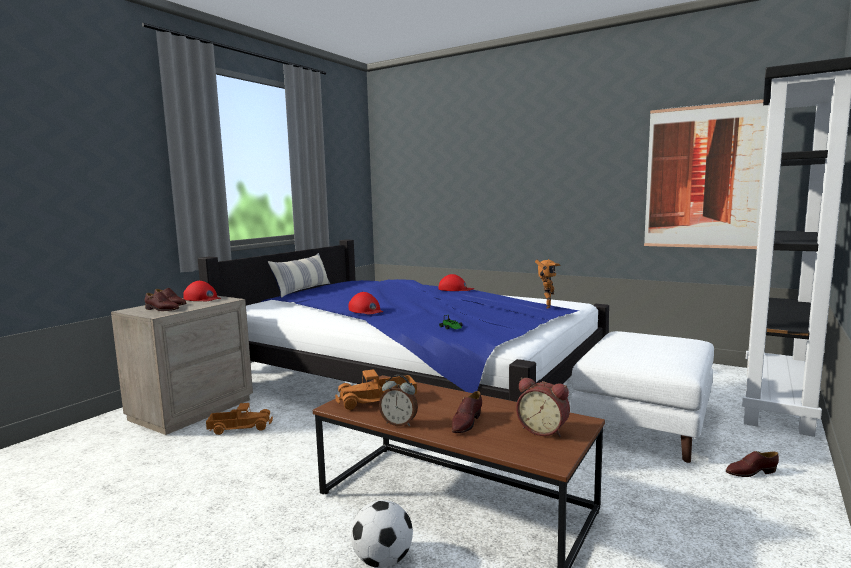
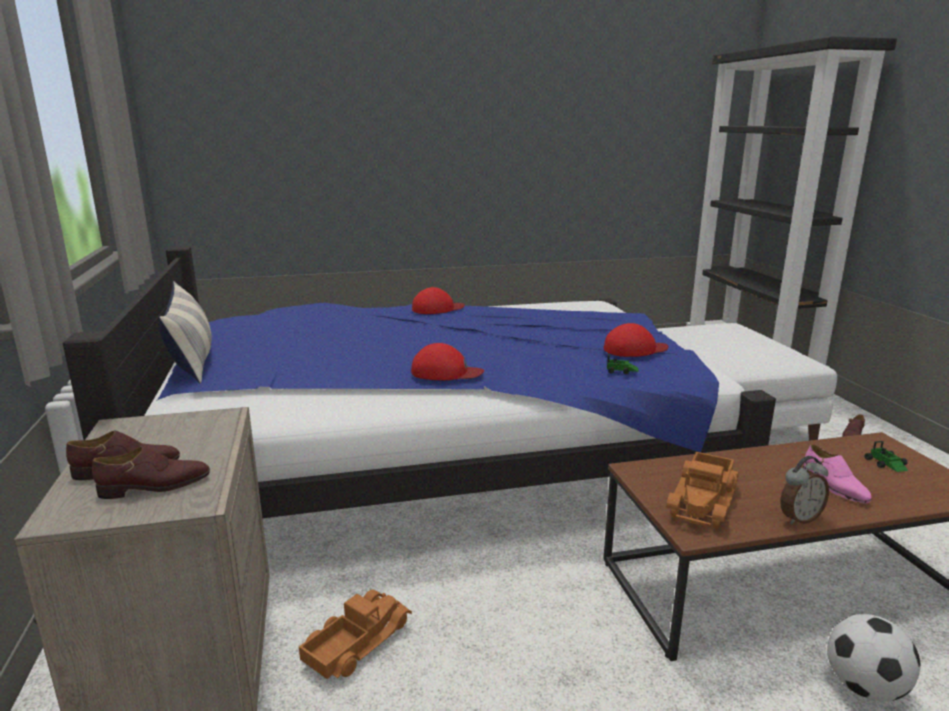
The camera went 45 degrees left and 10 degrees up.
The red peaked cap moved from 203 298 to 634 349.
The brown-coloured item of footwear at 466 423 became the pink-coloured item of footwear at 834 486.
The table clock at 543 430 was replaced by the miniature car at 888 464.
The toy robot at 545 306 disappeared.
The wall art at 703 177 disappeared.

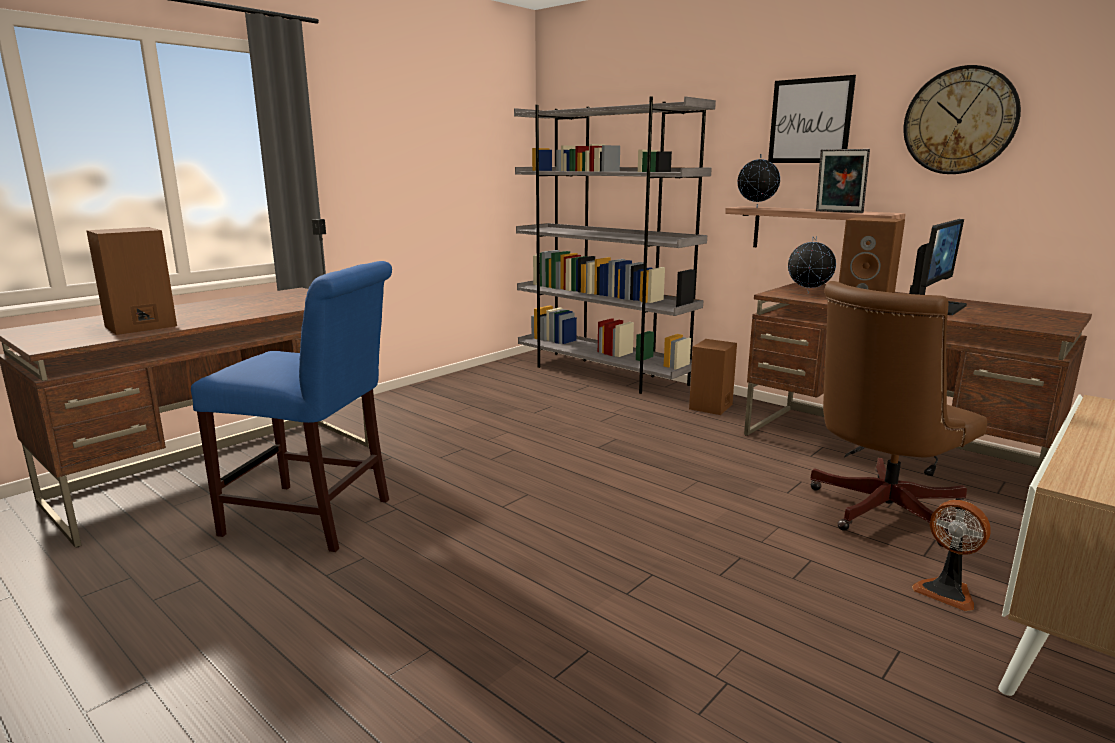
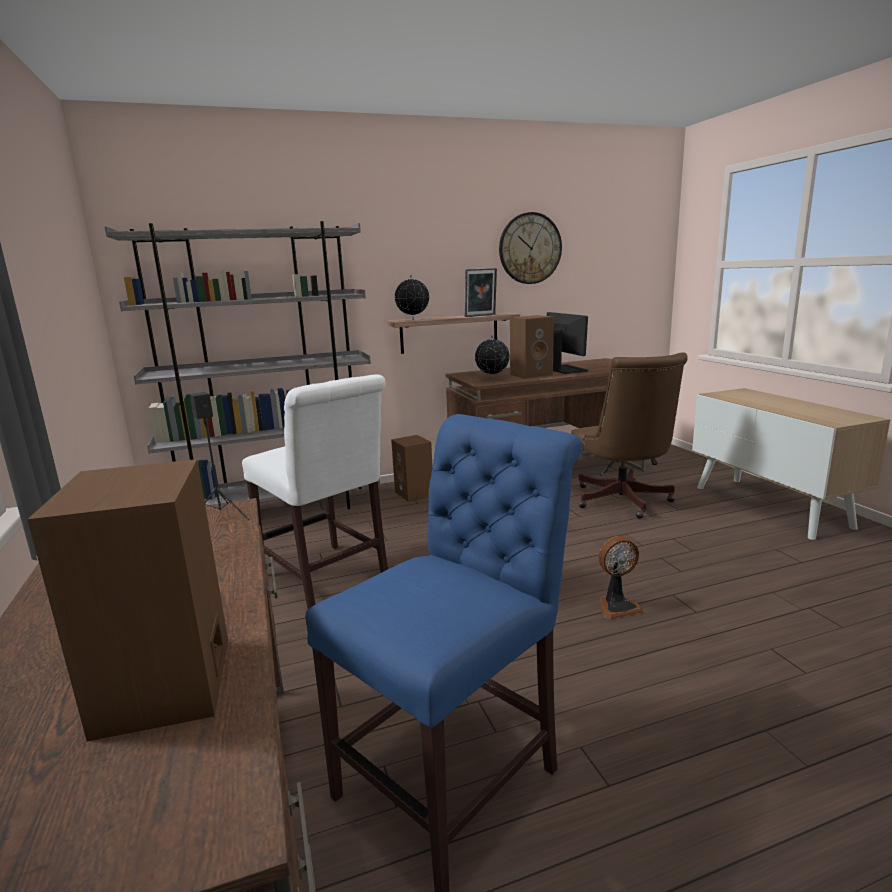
The camera went 60 degrees left and 0 degrees up.
The wall art at 810 121 disappeared.
The fan moved from 947 591 to 617 606.
The white upright chair at 327 580 appeared.

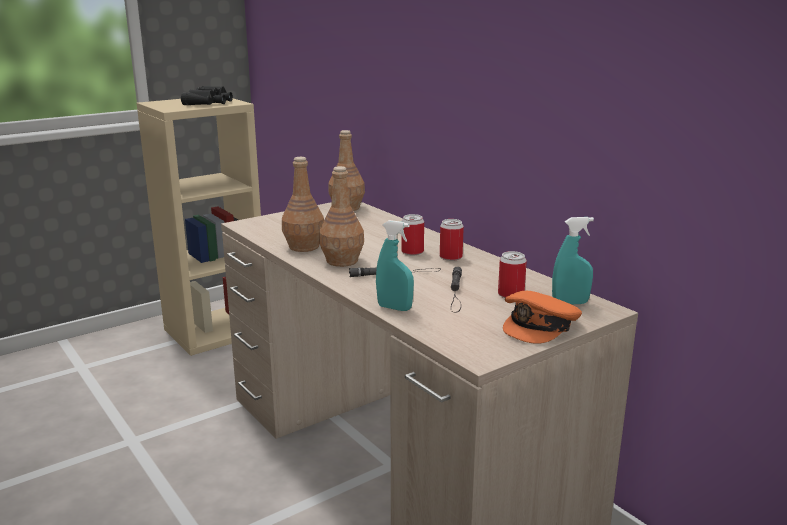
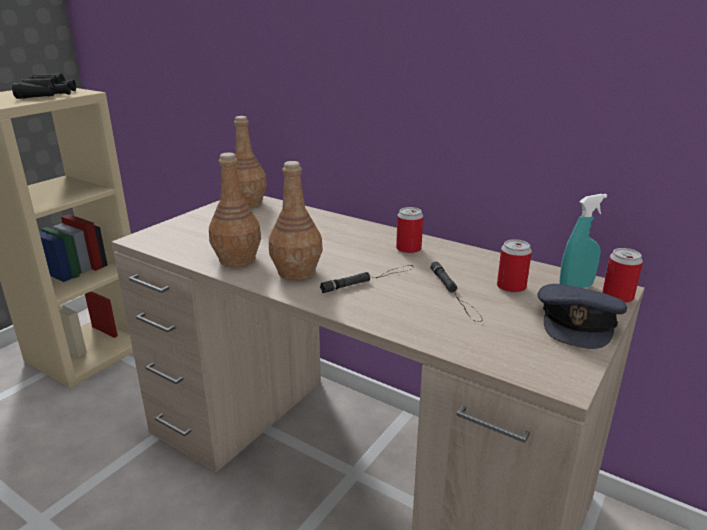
The camera went 20 degrees left and 5 degrees up.
The blue-green spray bottle at 394 308 disappeared.
The can moved from 412 252 to 617 297.
The orange peaked cap at 540 325 became the gray peaked cap at 578 322.

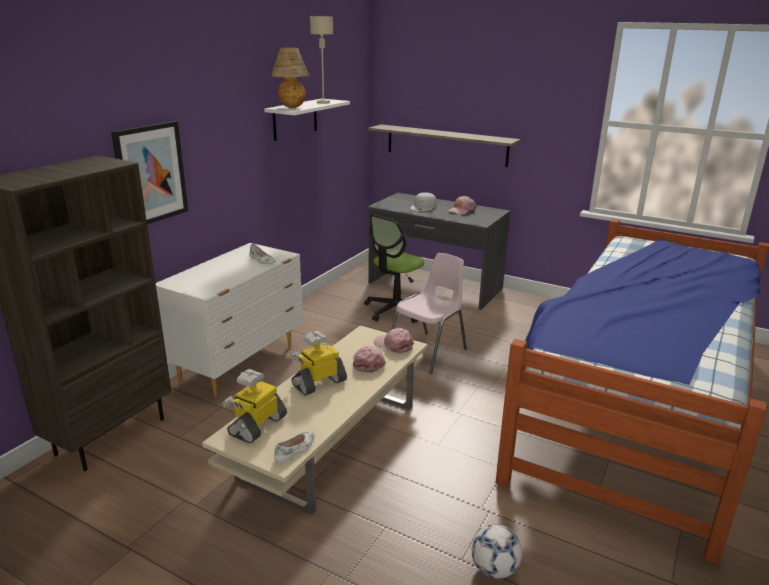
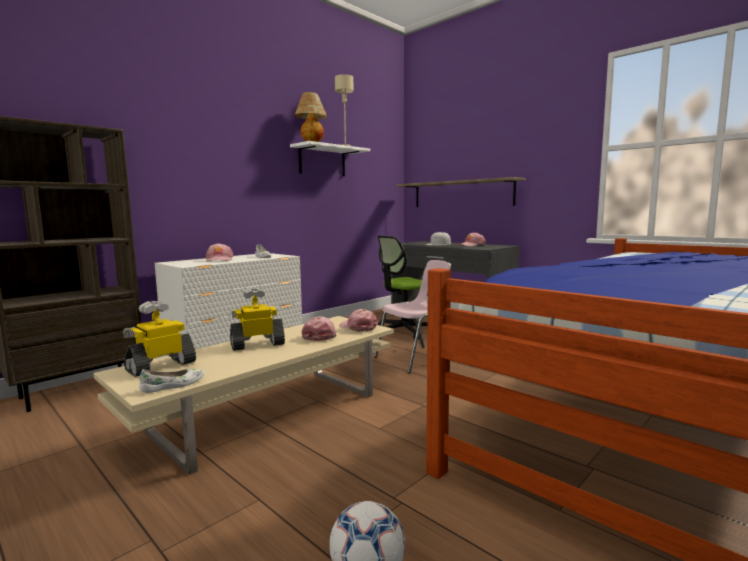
The camera went 15 degrees right and 15 degrees down.
The wall art at 151 174 disappeared.
The pink-coloured peaked cap at 219 260 appeared.

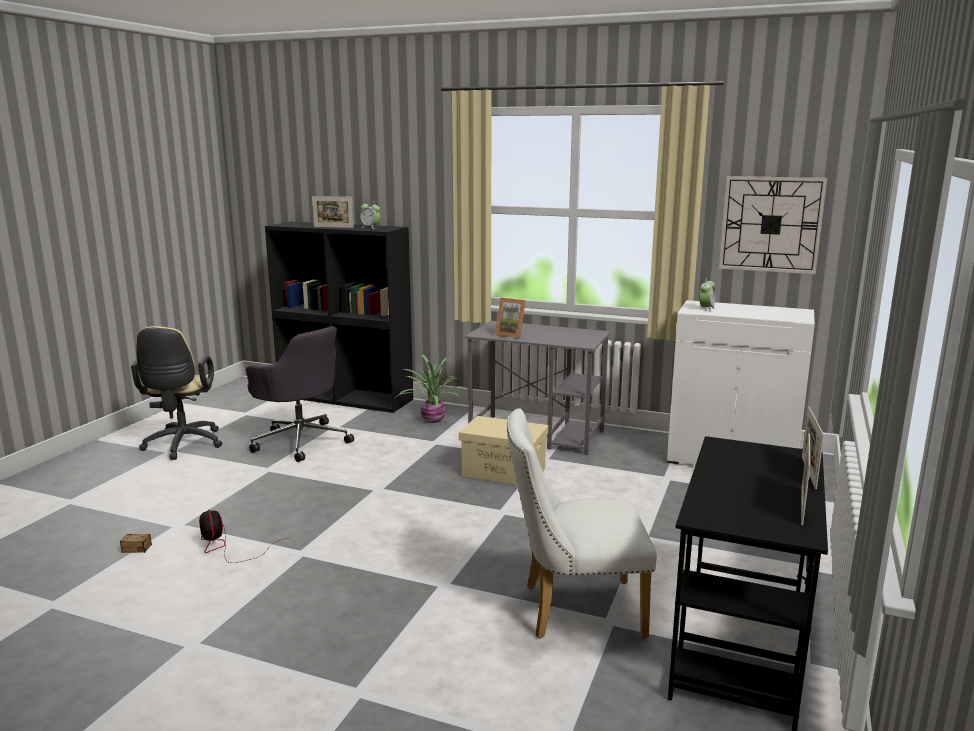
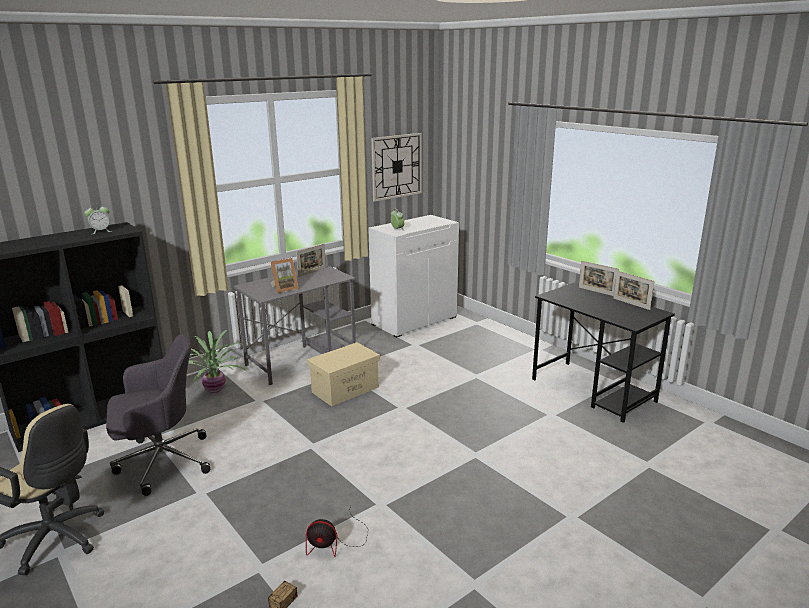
The camera went 60 degrees left and 5 degrees up.
The photo frame moved from 333 227 to 312 272.
The white upright chair at 573 610 disappeared.

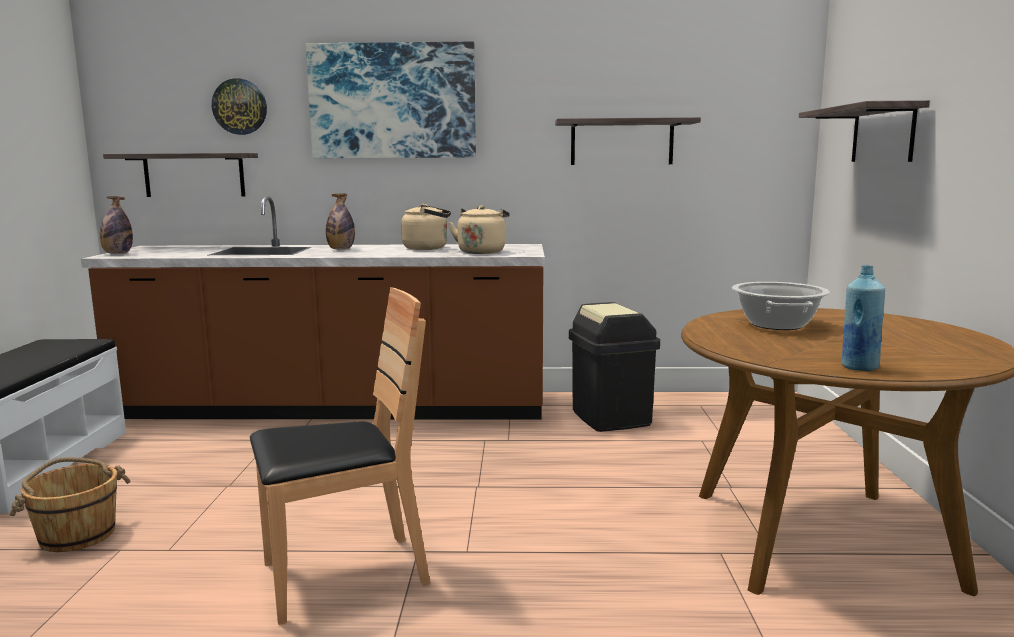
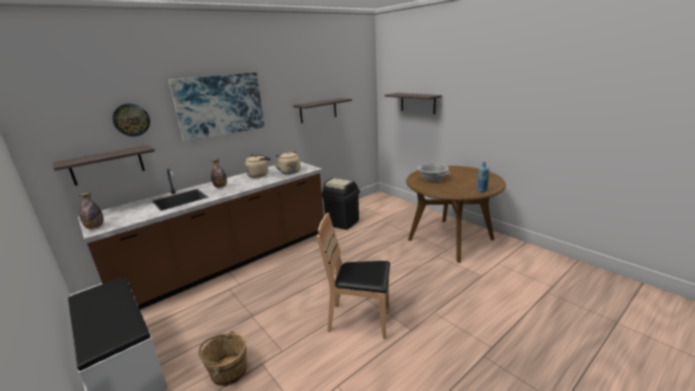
The camera went 40 degrees left and 10 degrees up.
The brown-coloured upright chair at 343 576 turned 105 degrees counterclockwise.

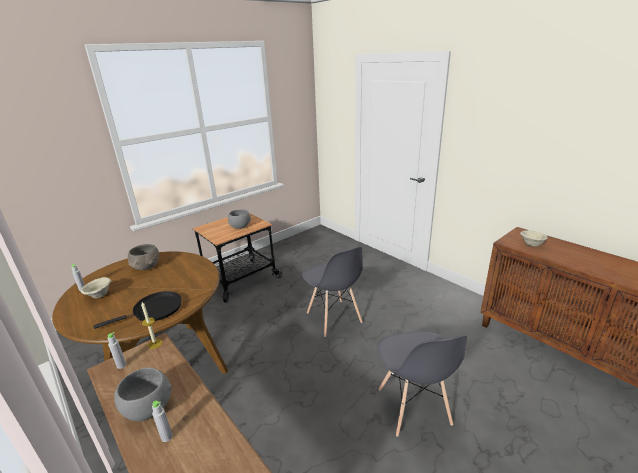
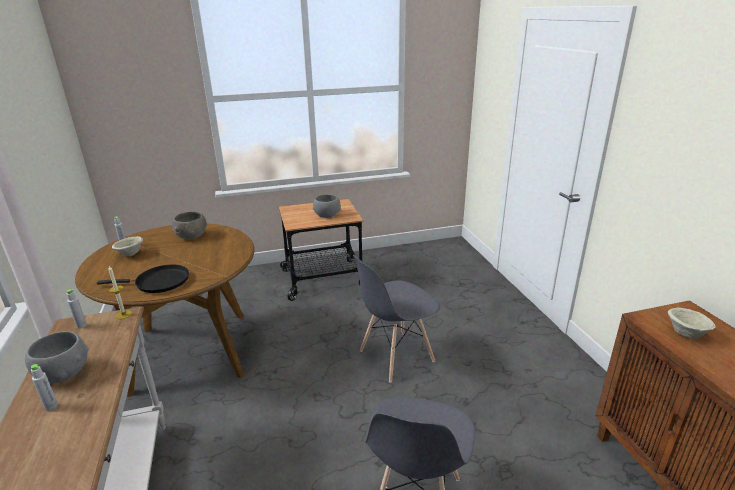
The camera went 25 degrees right and 0 degrees up.
The gray upright chair at 334 318 turned 60 degrees clockwise.

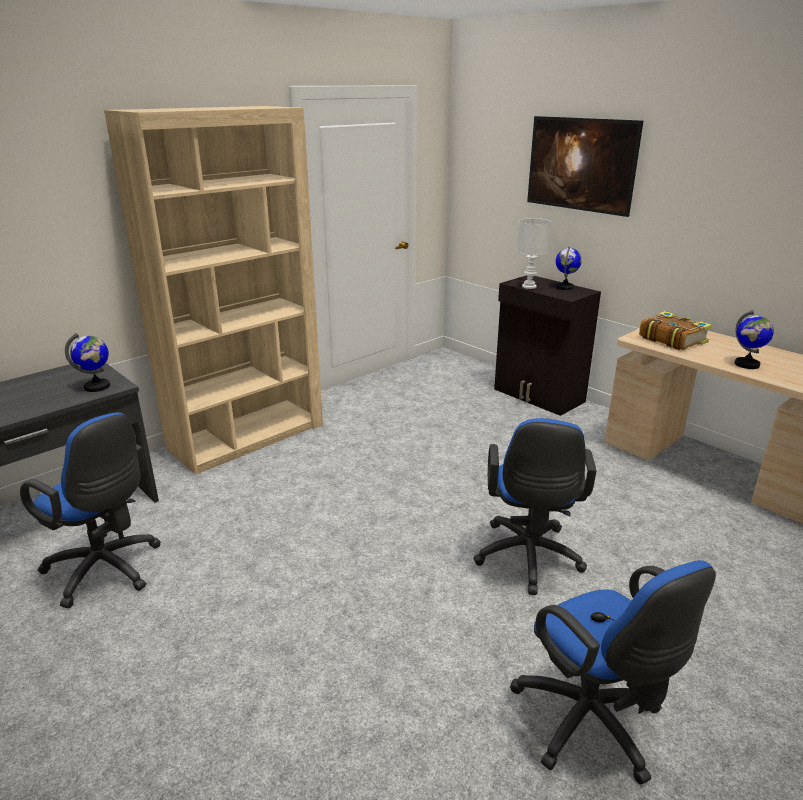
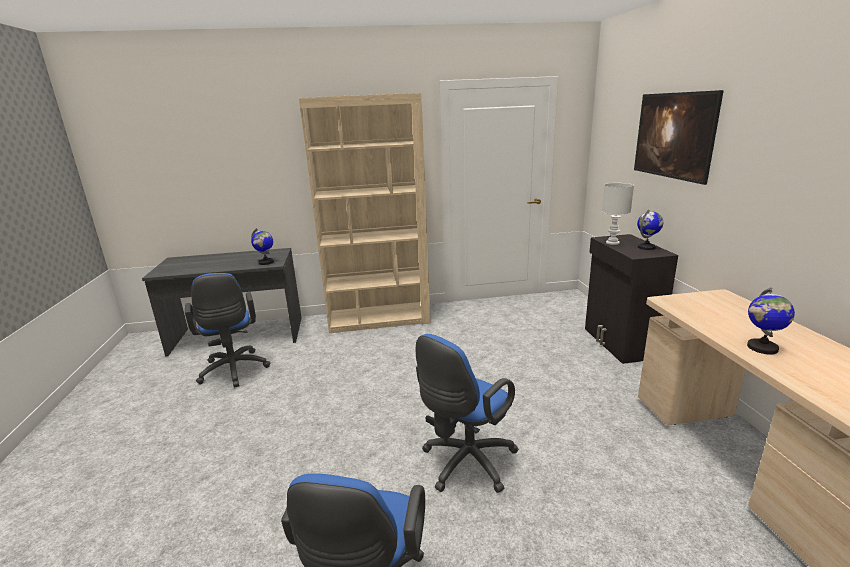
The camera went 35 degrees right and 5 degrees down.
The bound book at 672 339 disappeared.

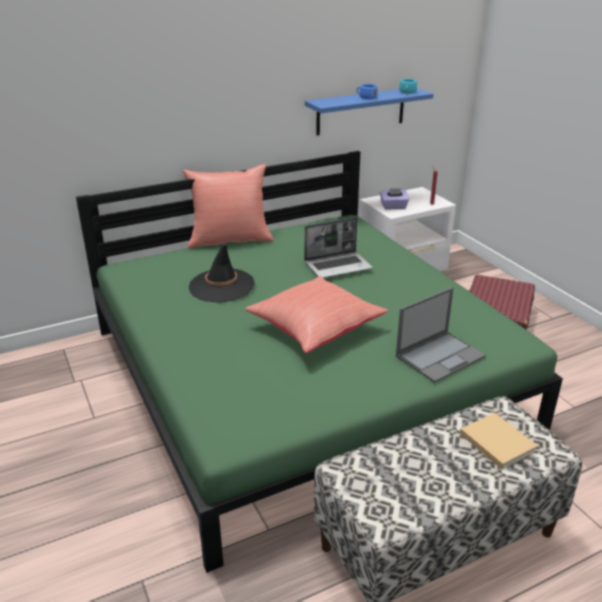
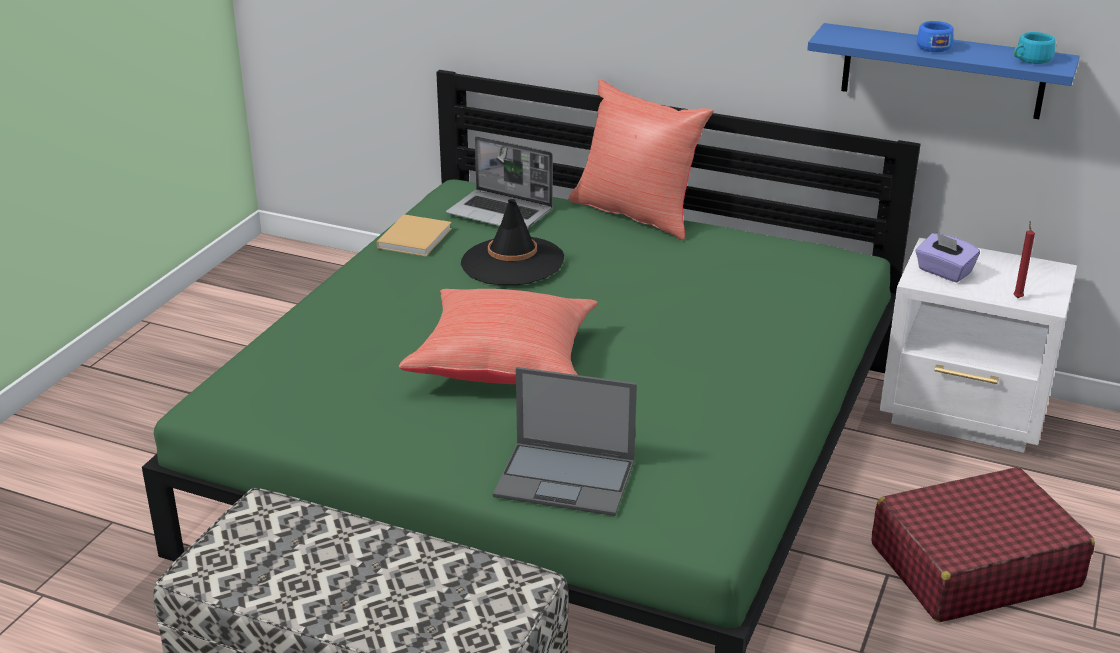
The camera went 50 degrees right and 0 degrees up.
The laptop moved from 338 266 to 501 213.
The beige bound book moved from 496 441 to 415 237.

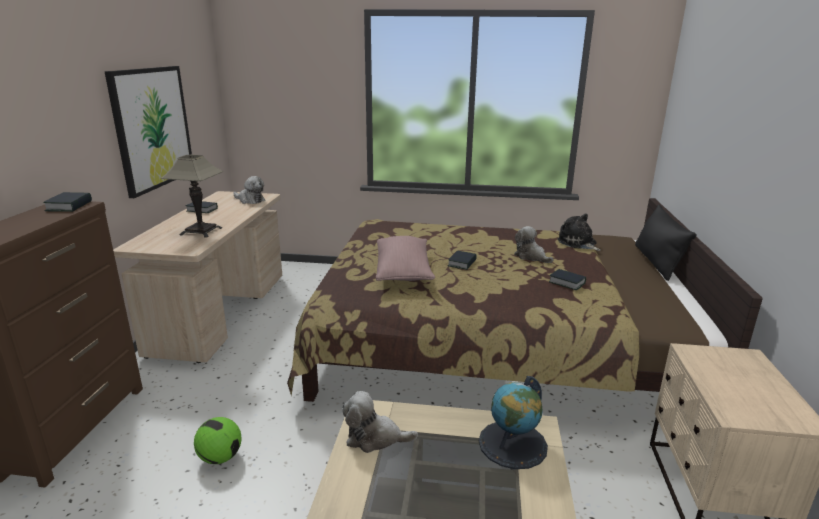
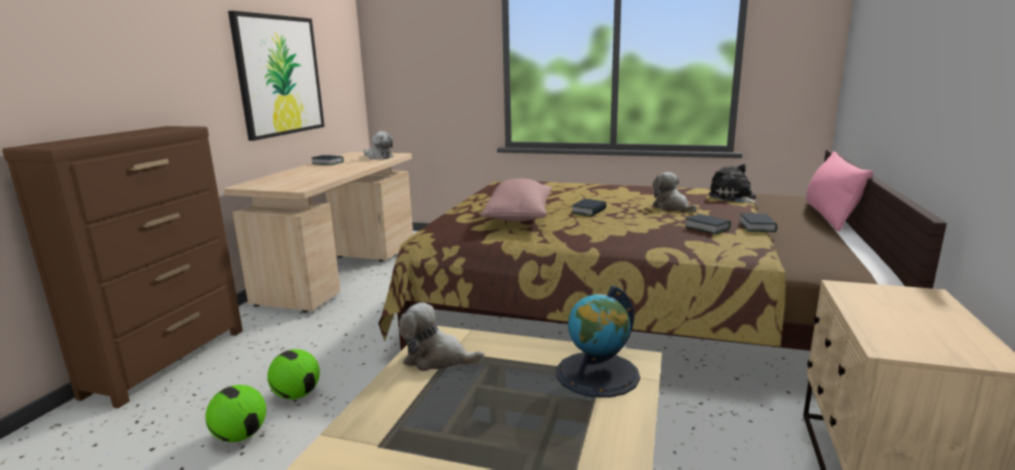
The camera went 10 degrees right and 5 degrees down.
The bound book moved from 69 206 to 757 227.
The table lamp at 201 231 disappeared.
The black-coloured cushion at 656 262 became the pink-coloured cushion at 829 216.
The football ball at 240 436 appeared.

